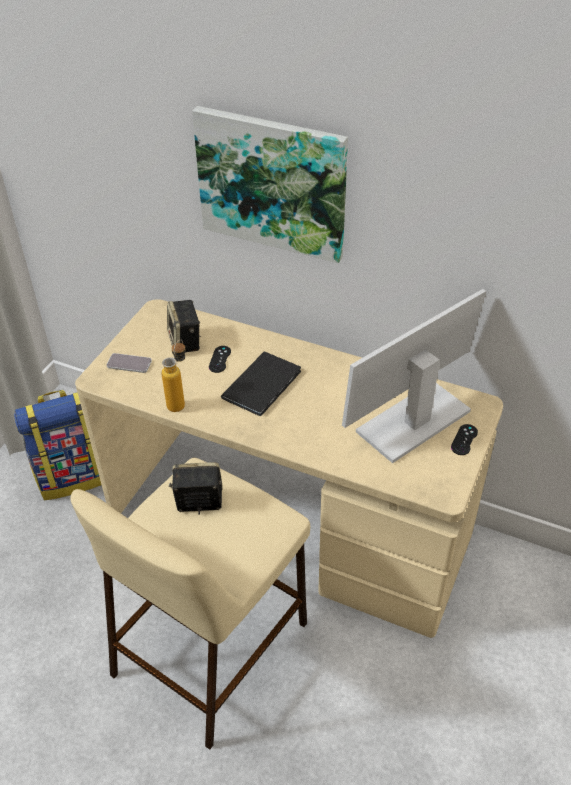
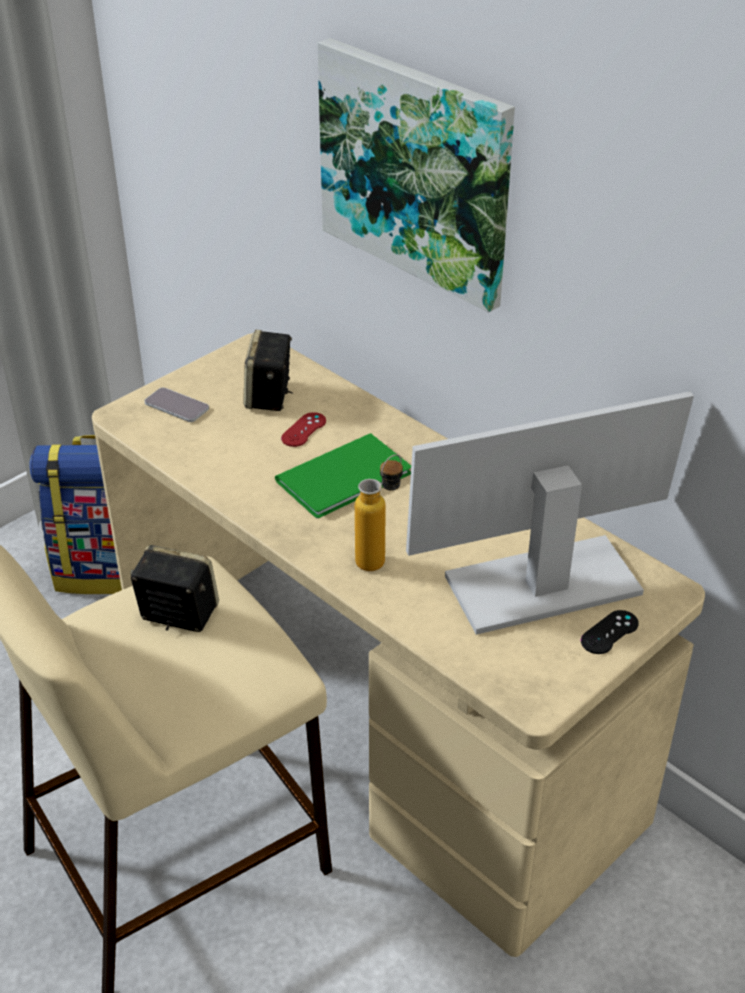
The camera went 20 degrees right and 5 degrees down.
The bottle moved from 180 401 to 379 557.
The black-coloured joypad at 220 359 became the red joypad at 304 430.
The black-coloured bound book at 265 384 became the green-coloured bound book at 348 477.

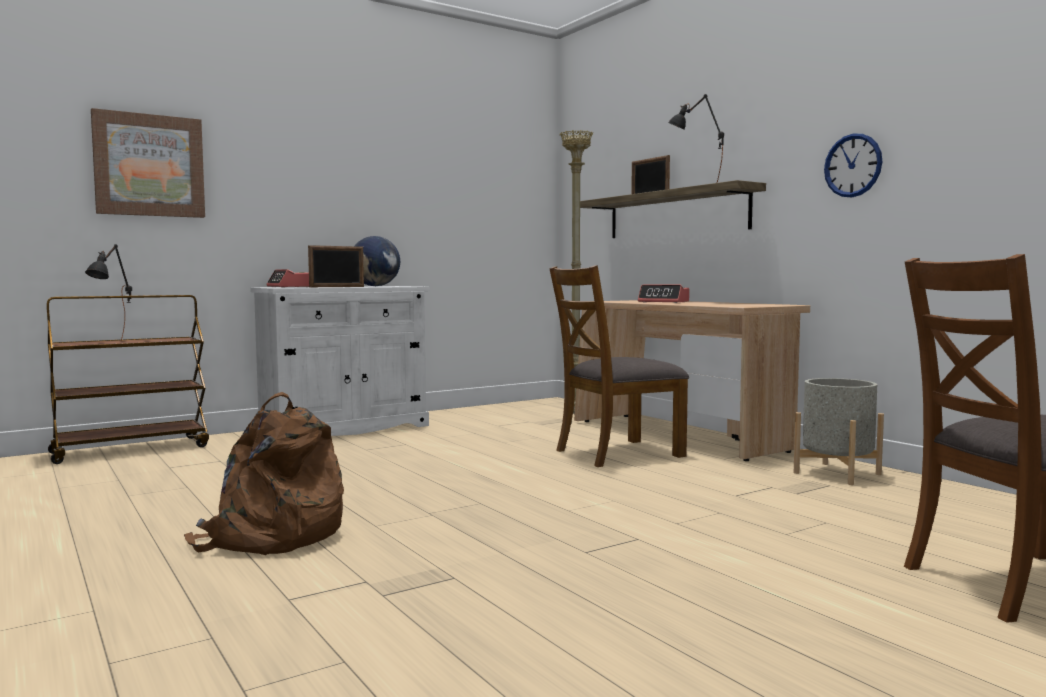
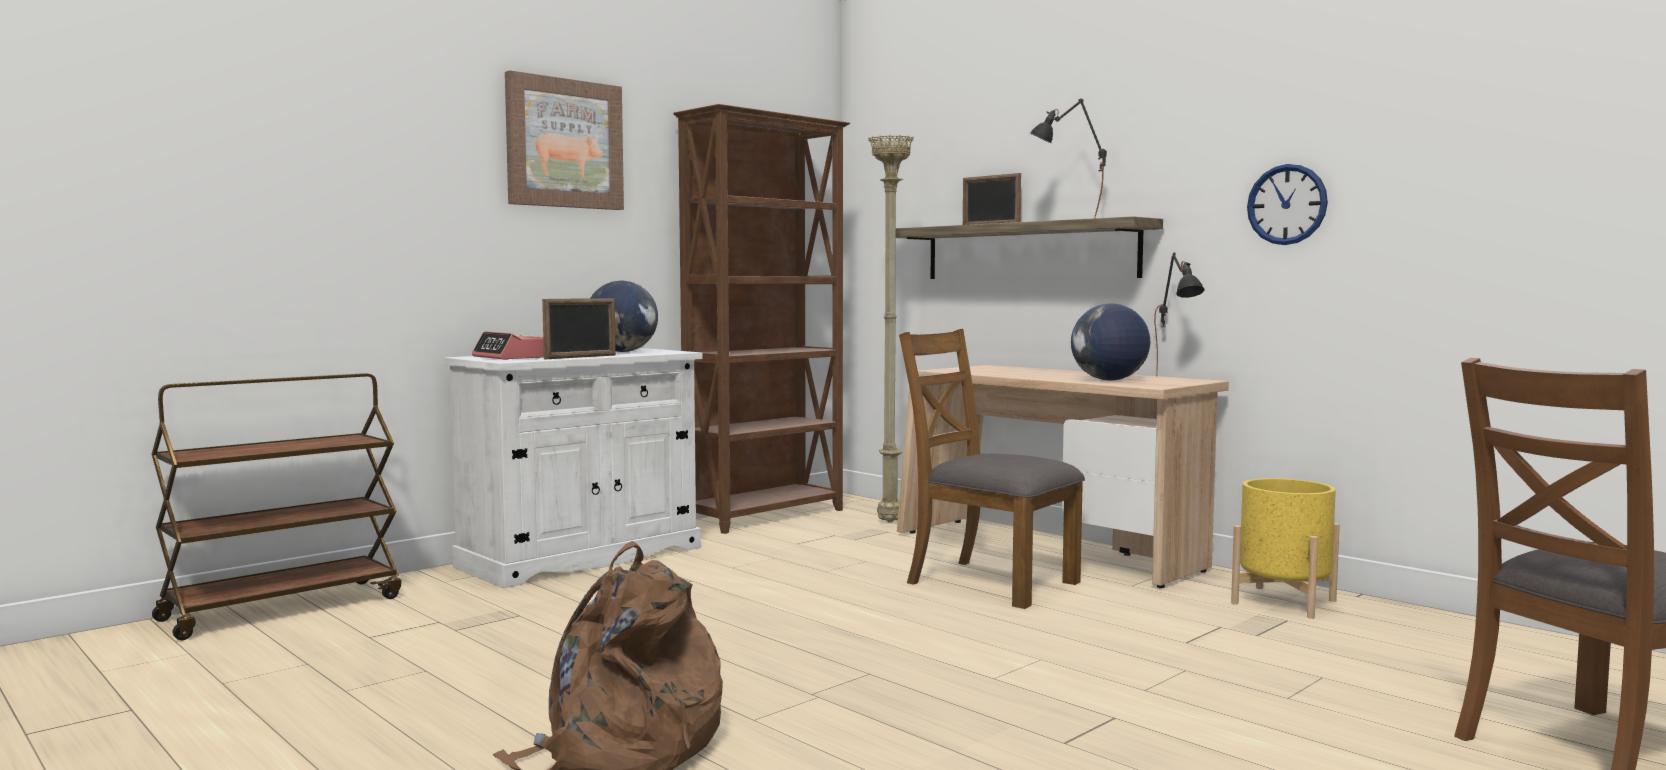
The camera went 10 degrees left and 0 degrees up.
The black-coloured table lamp moved from 115 342 to 1176 378.
The wall art moved from 149 165 to 564 143.
The brown-coloured upright chair at 617 453 turned 75 degrees clockwise.
The table clock at 664 302 disappeared.
The gray plant pot at 837 473 became the yellow-coloured plant pot at 1283 602.
The brown-coloured shelving unit at 767 516 appeared.
The desk globe at 1109 380 appeared.

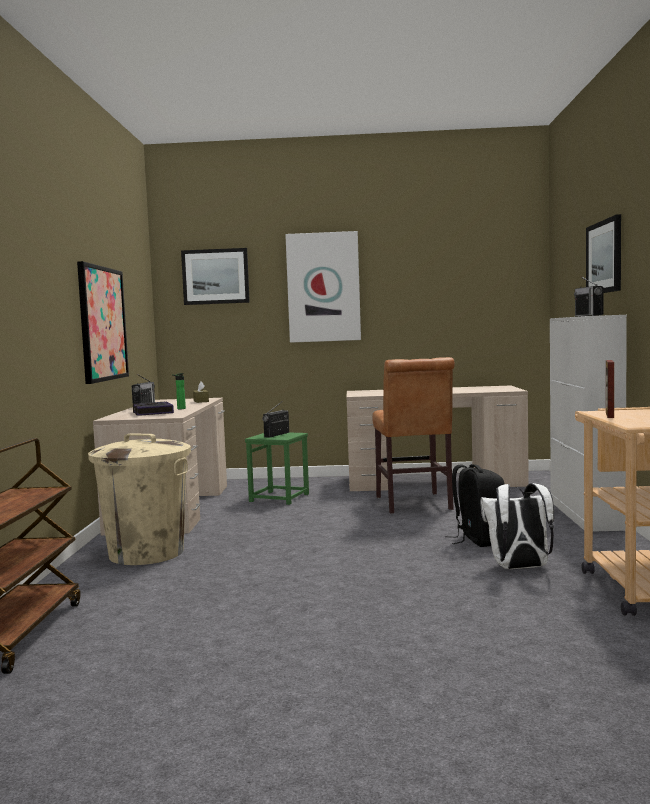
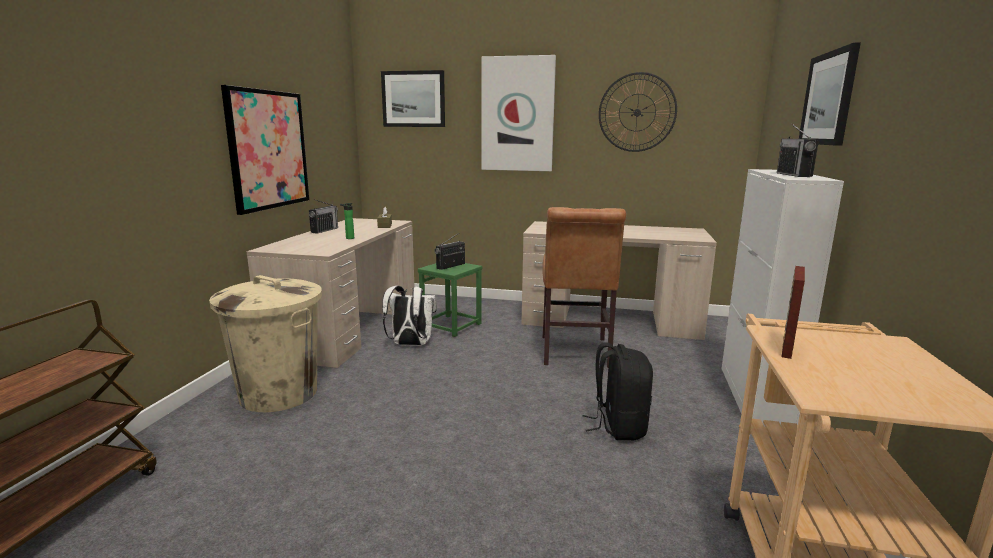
The camera went 10 degrees right and 10 degrees up.
The bound book at 152 412 disappeared.
The white rucksack moved from 519 568 to 410 344.
The hanging clock at 637 112 appeared.

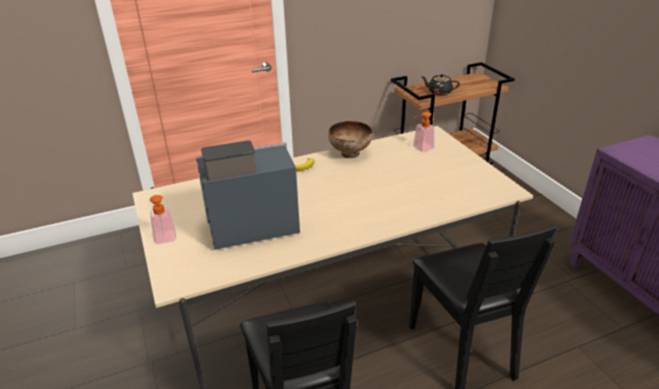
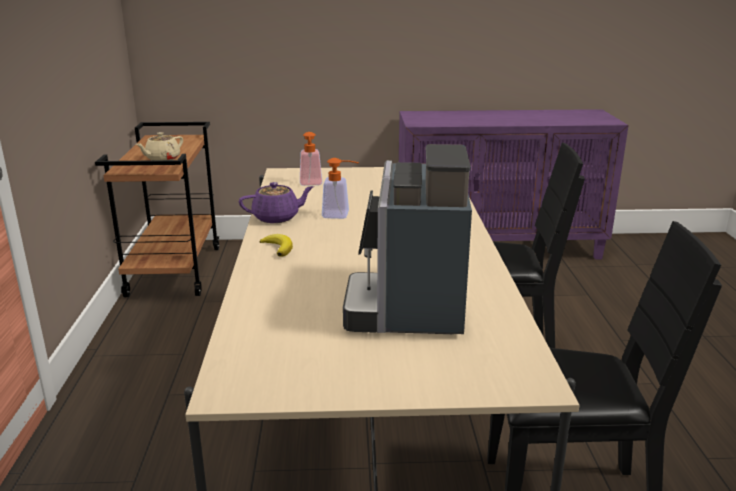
The camera went 70 degrees left and 10 degrees down.
The soap bottle moved from 165 240 to 341 215.
The deep dish at 349 154 was replaced by the purple-coloured pot for tea at 277 217.
The black-coloured pot for tea at 439 92 became the beige pot for tea at 162 159.

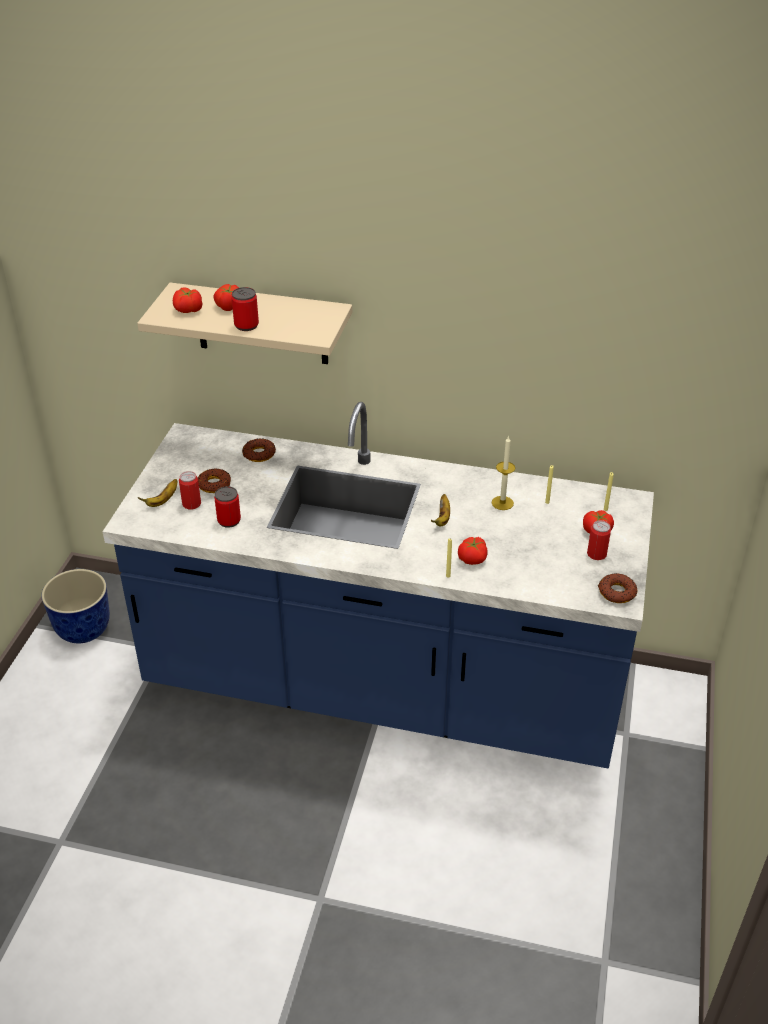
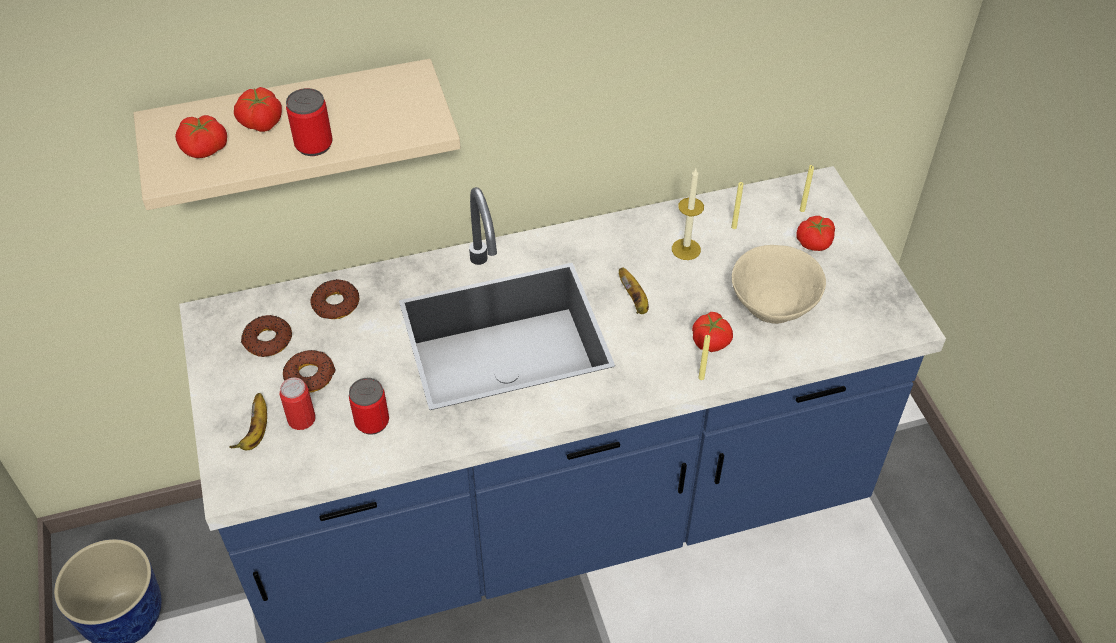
The camera went 30 degrees left and 10 degrees up.
The can at 596 554 disappeared.
The ring doughnut moved from 616 592 to 267 340.
The beige deep dish at 772 304 appeared.

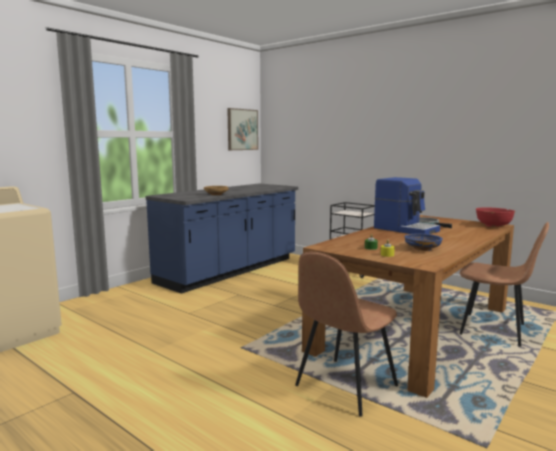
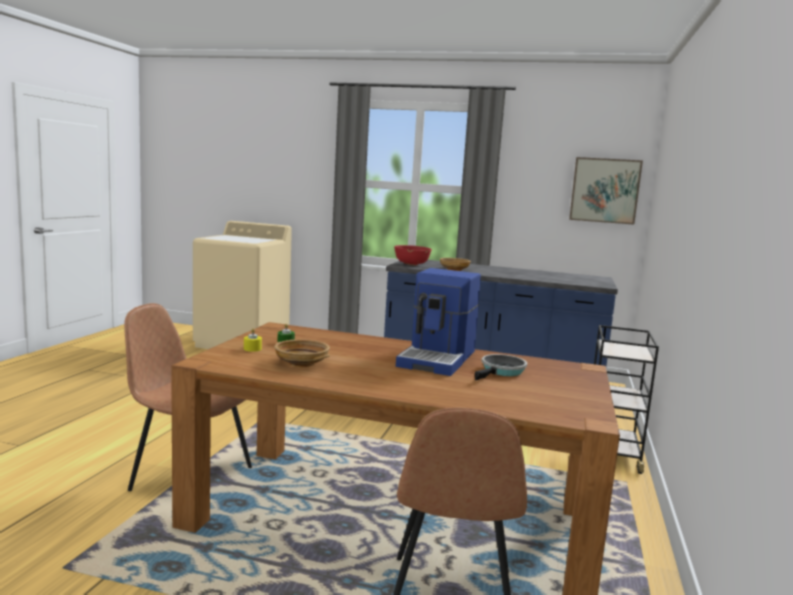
The camera went 65 degrees right and 0 degrees up.
The blue deep dish at 422 248 became the beige deep dish at 302 363.
The red deep dish moved from 493 226 to 411 264.

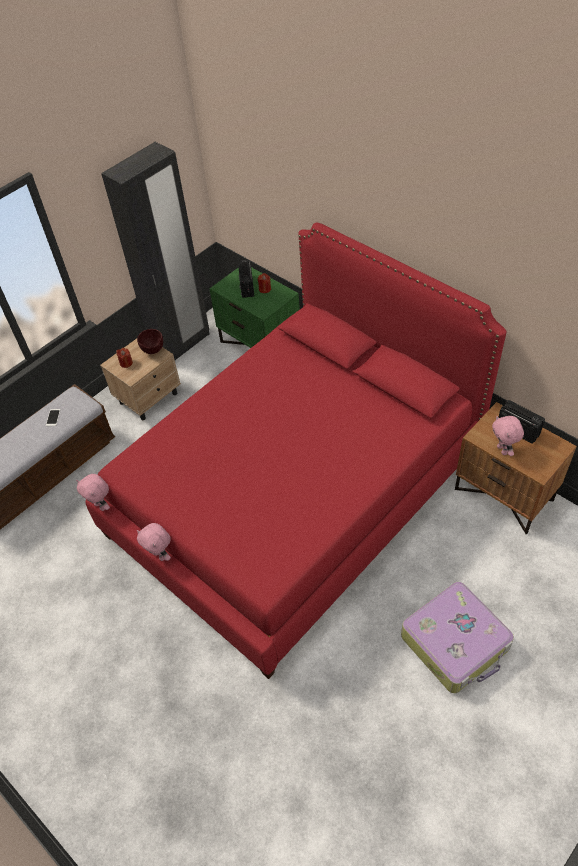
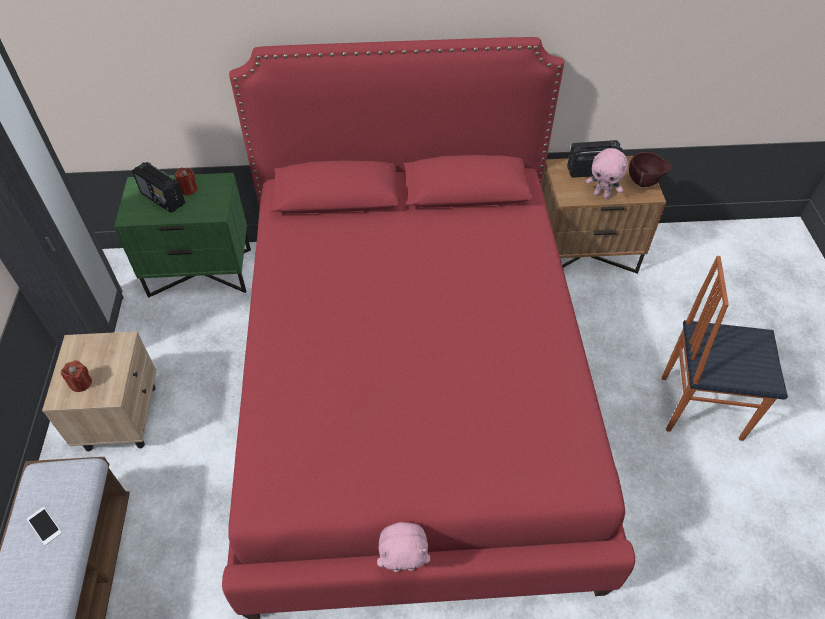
The camera went 50 degrees left and 0 degrees up.
The pink-coloured plush toy at 101 506 disappeared.
The brown-coloured deep dish moved from 153 352 to 644 183.
The piece of luggage at 456 643 was replaced by the upright chair at 699 406.

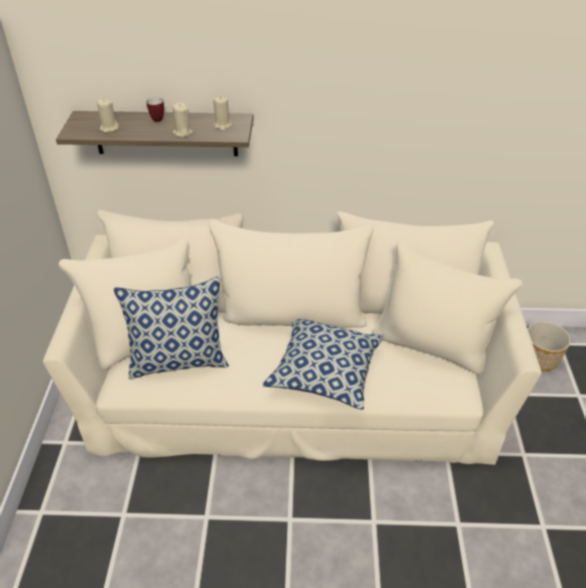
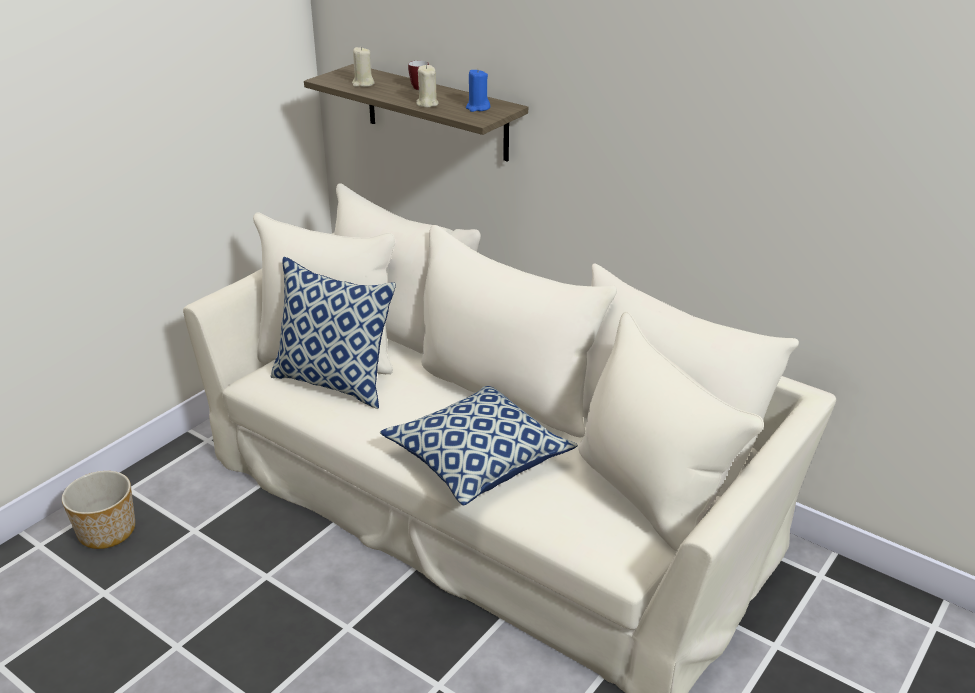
The camera went 35 degrees right and 10 degrees down.
The beige wax candle at 222 125 became the blue wax candle at 477 108.
The plant pot moved from 539 359 to 106 531.

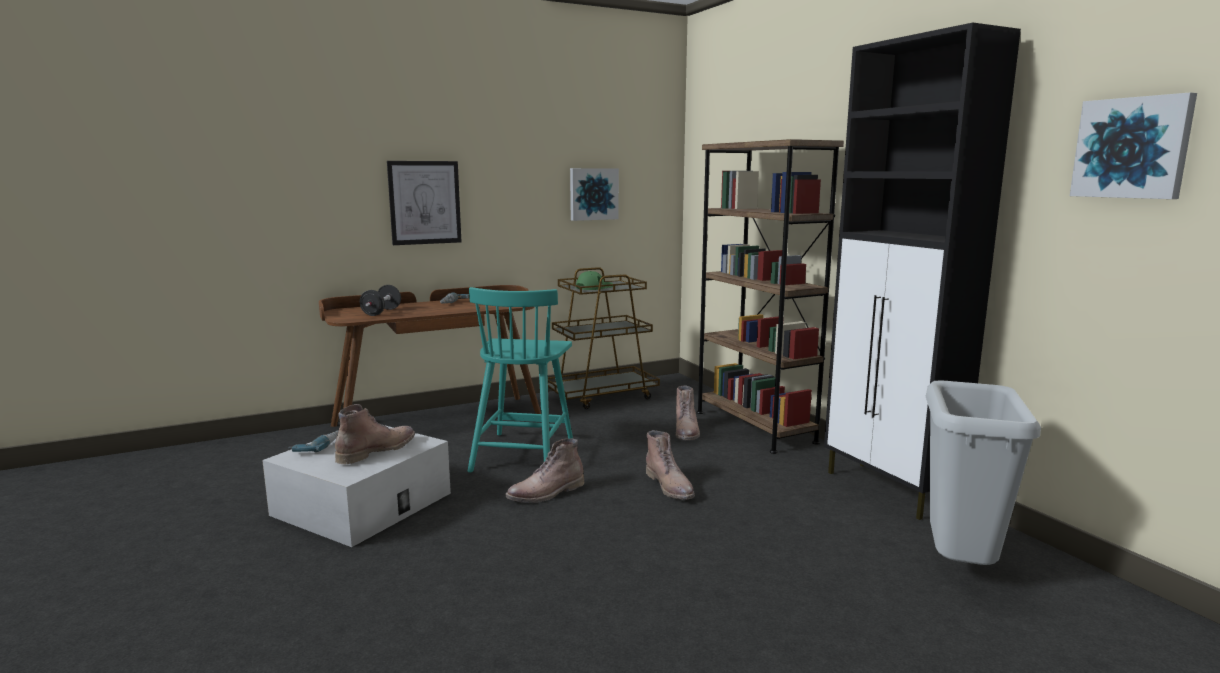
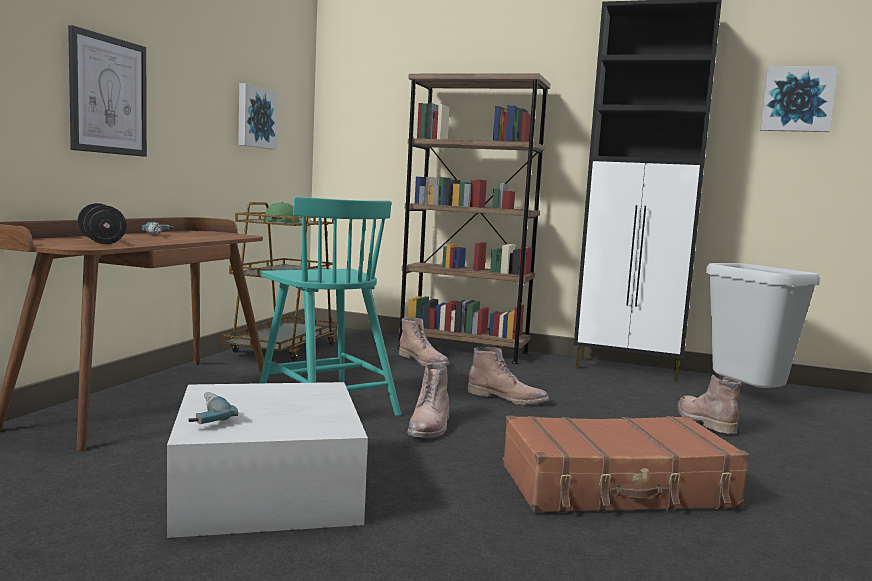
The camera went 45 degrees left and 5 degrees down.
The brown-coloured high-top boot moved from 376 450 to 703 421.
The brown-coloured piece of luggage at 617 487 appeared.

